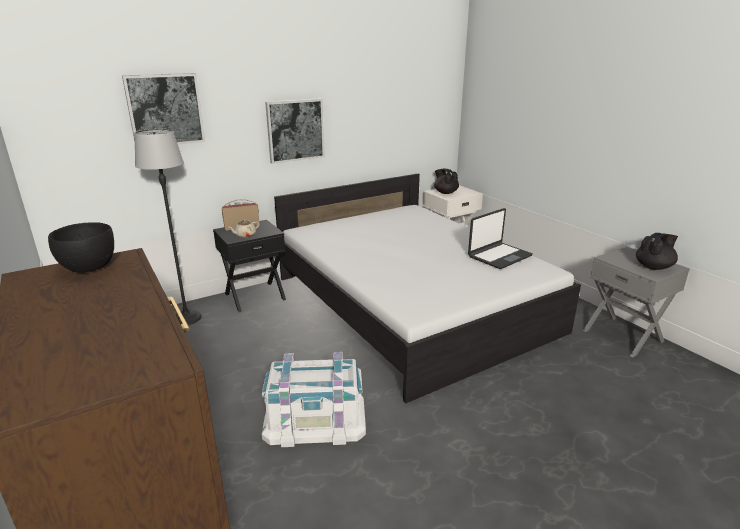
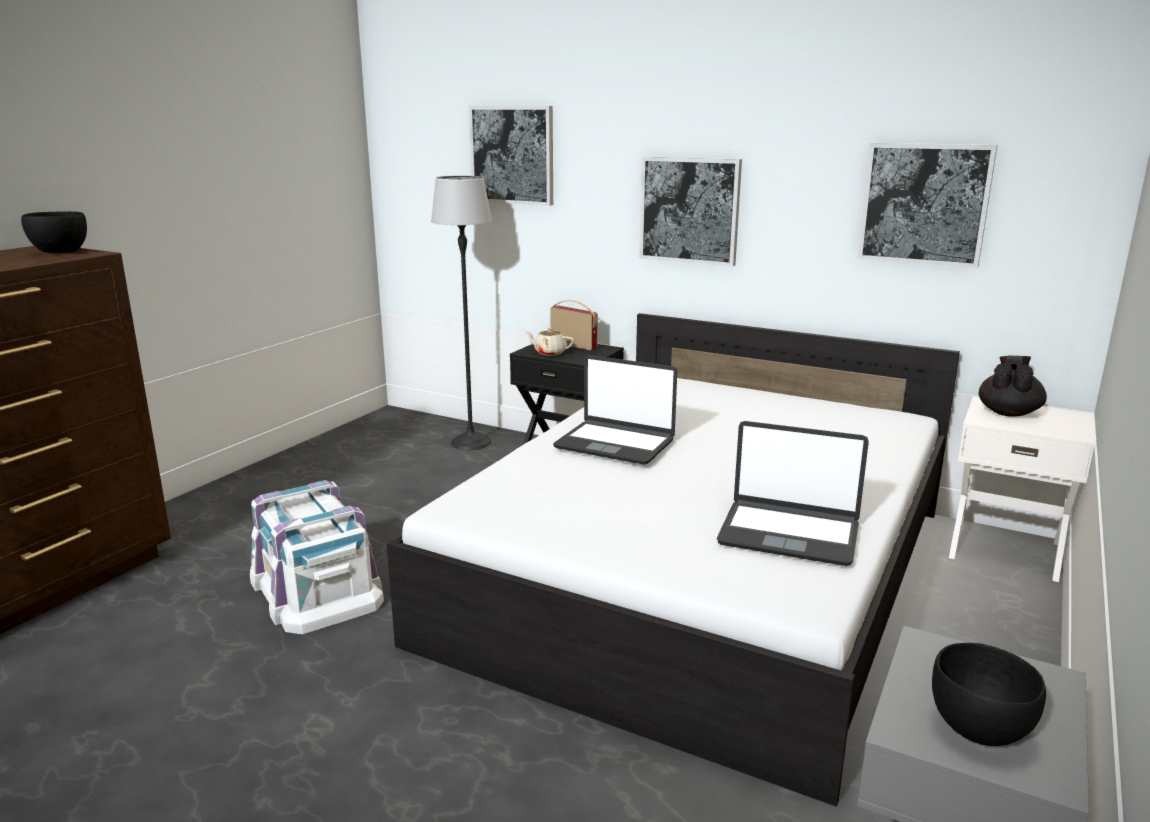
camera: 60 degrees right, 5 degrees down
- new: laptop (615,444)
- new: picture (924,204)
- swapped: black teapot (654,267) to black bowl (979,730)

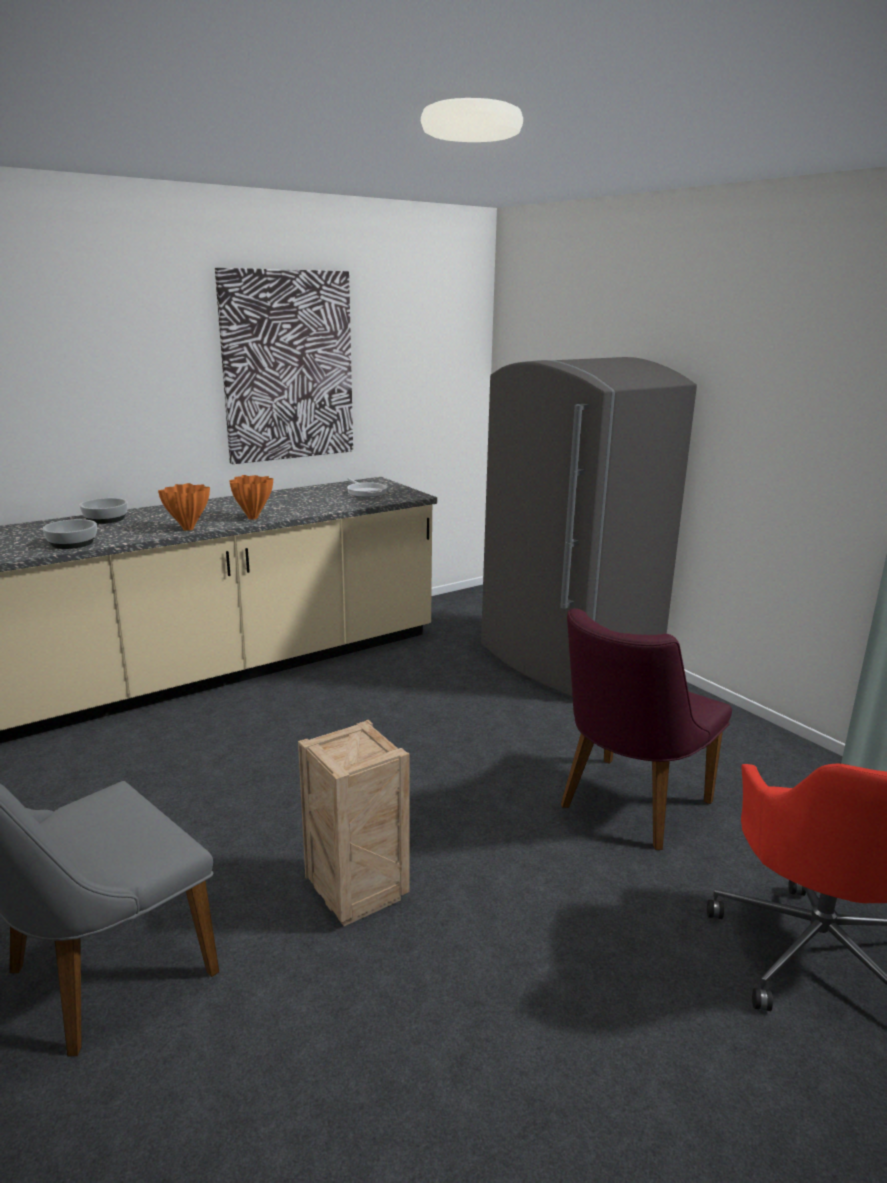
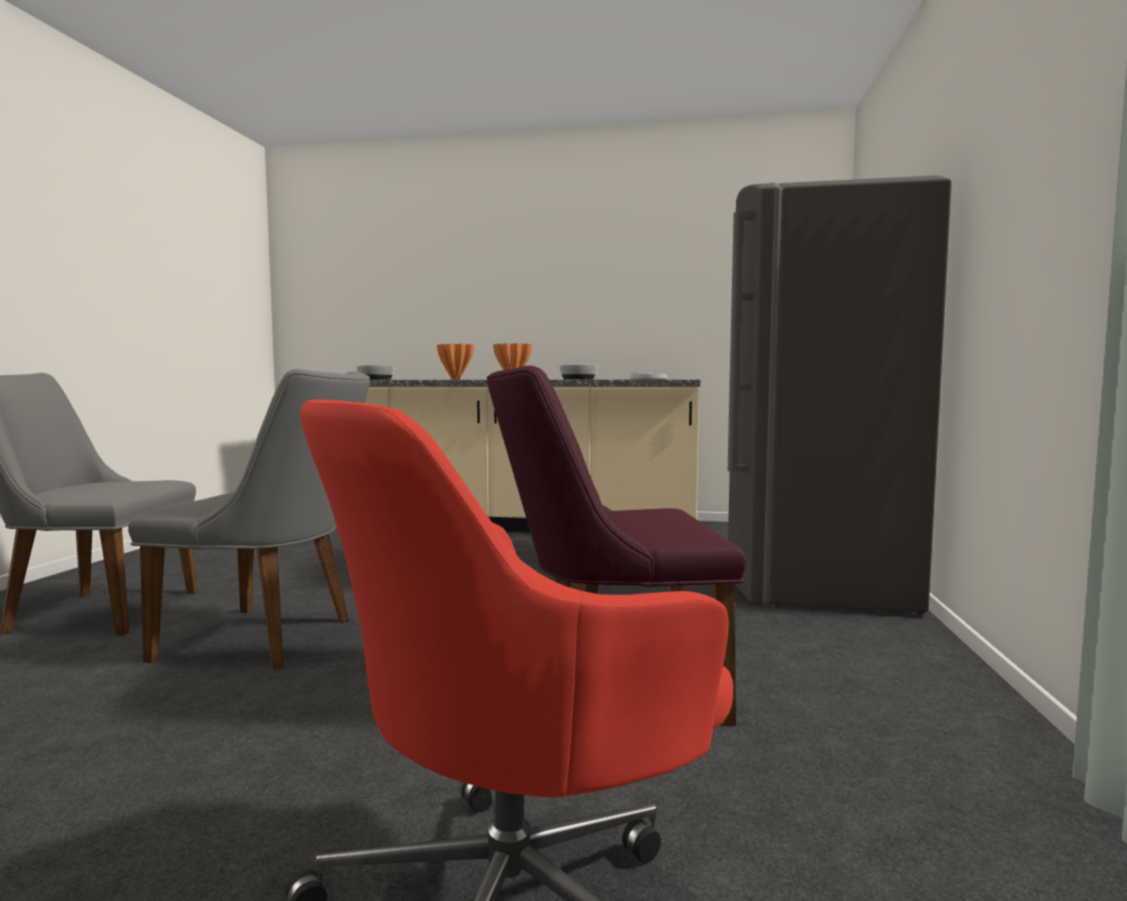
camera: 45 degrees right, 15 degrees down
- swapped: crate (359,895) to grey chair (273,639)
- shifted: bowl (105,519) to (577,379)
- gone: picture (288,366)

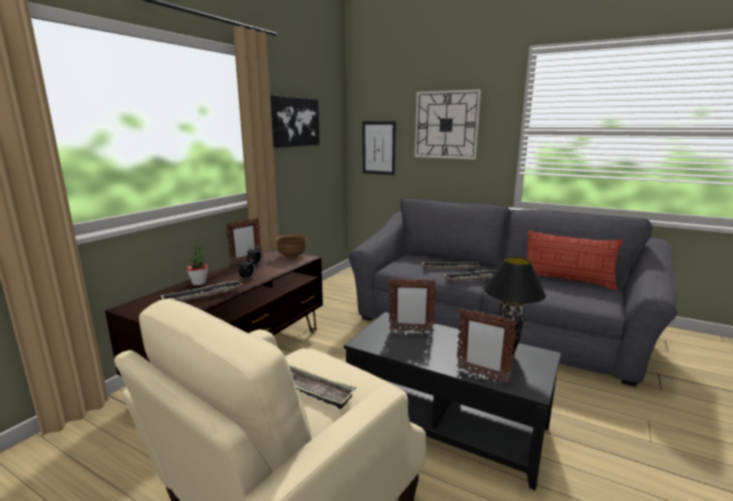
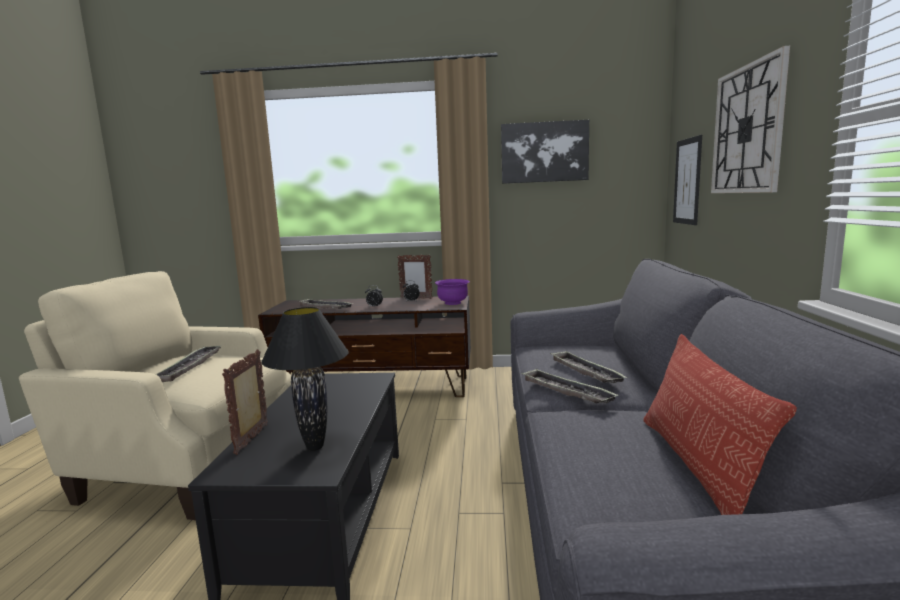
camera: 65 degrees right, 5 degrees down
- repainted: brown bowl (292,256) to purple bowl (452,303)
- gone: potted plant (199,283)
- gone: picture frame (410,331)

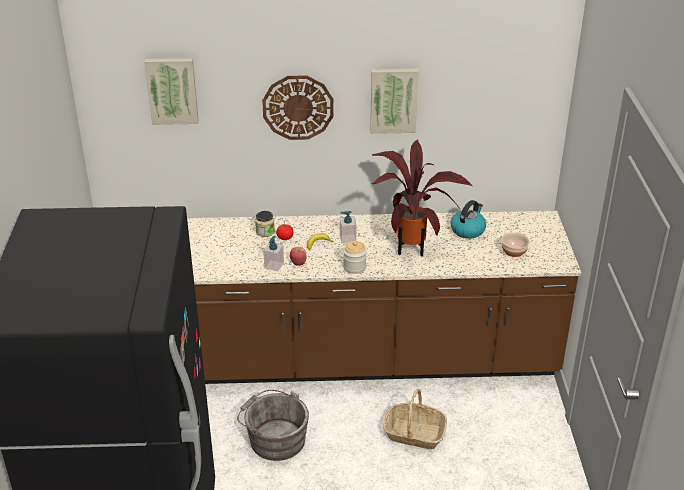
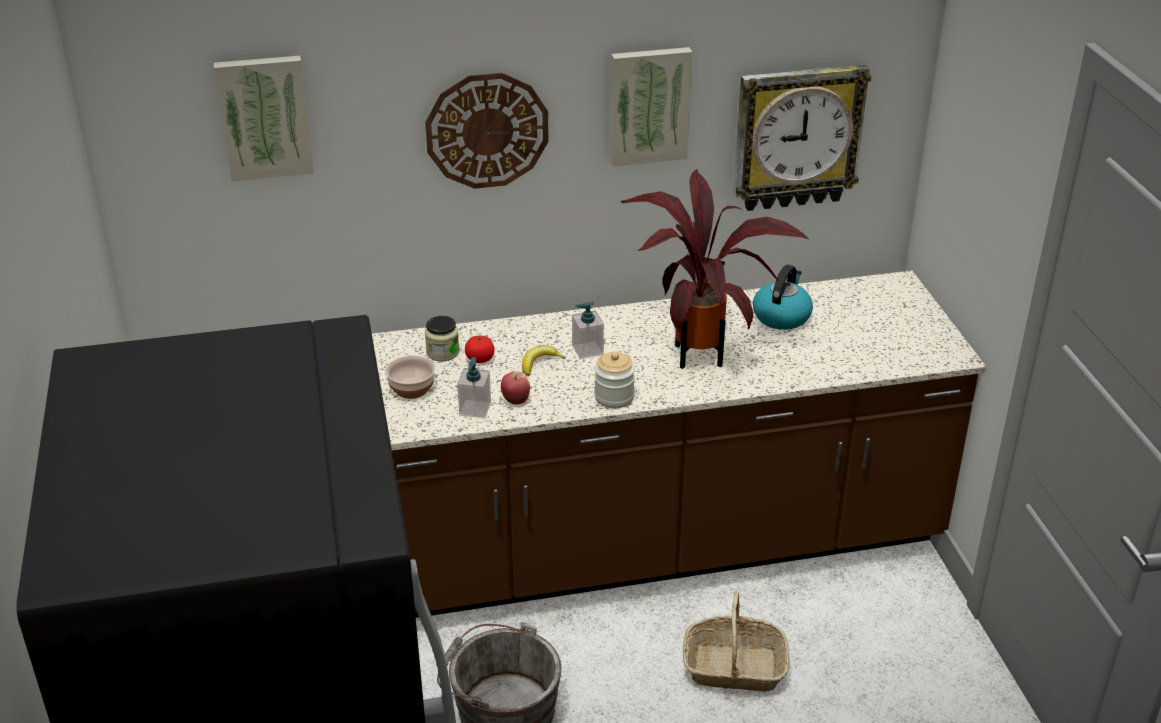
camera: 10 degrees left, 0 degrees up
- shifted: bowl (514,251) to (412,389)
- new: wall clock (797,137)

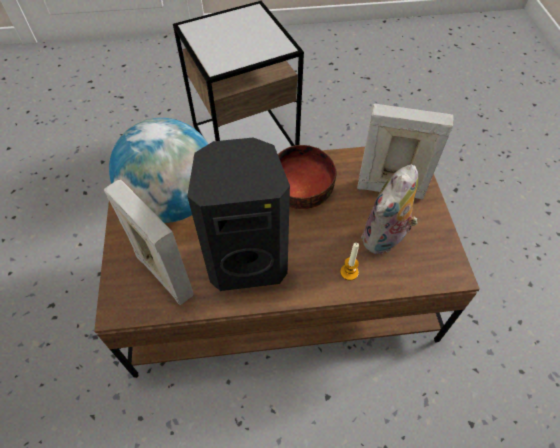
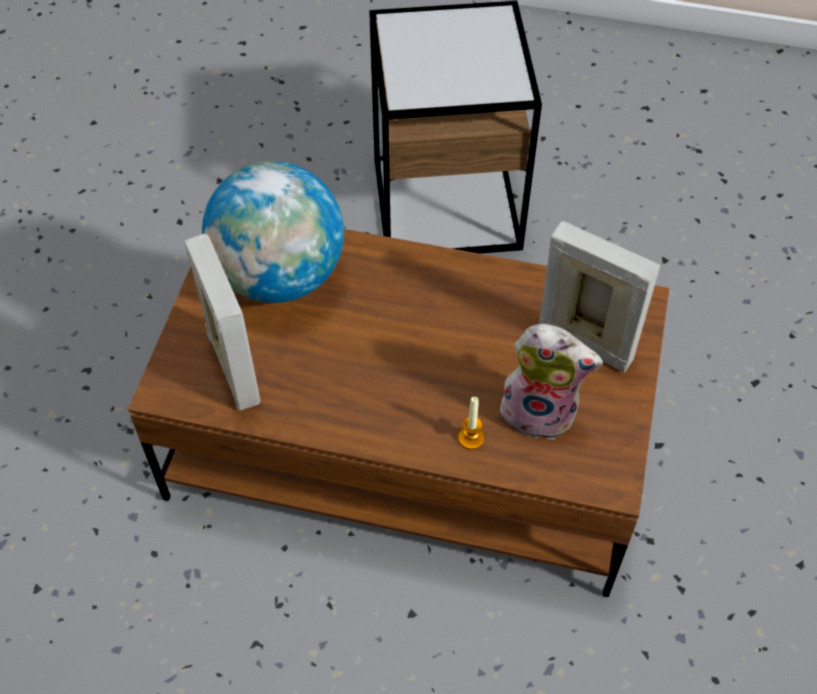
camera: 20 degrees right, 0 degrees up
- rotated: plush toy (384,239) = (541,411) 135 degrees counterclockwise
- gone: black speaker (247,260)
- gone: bowl (300,187)

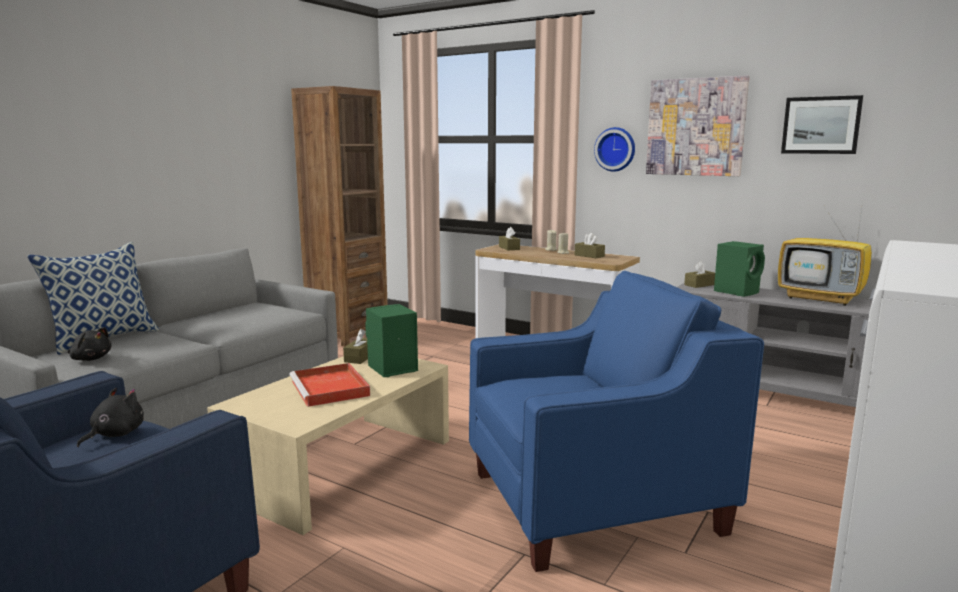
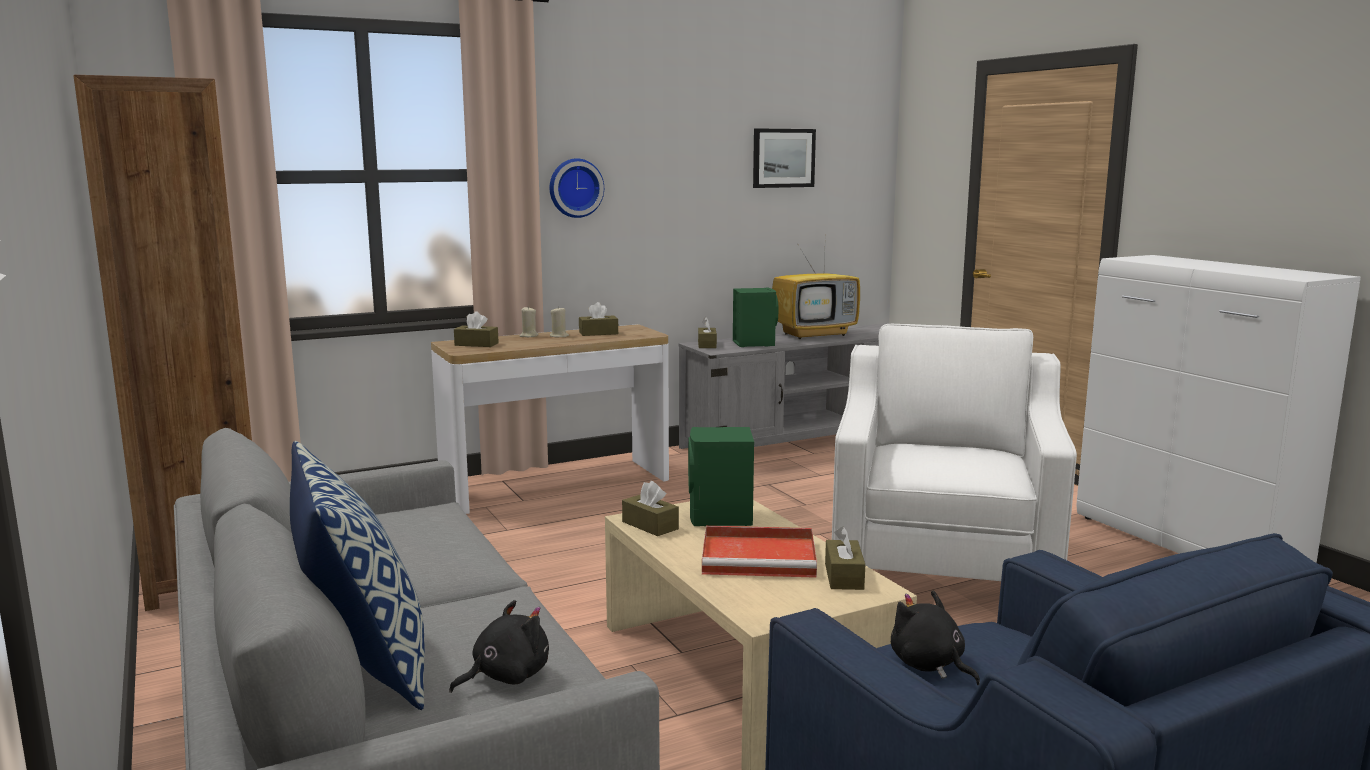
camera: 60 degrees left, 0 degrees up
- new: brown tissue box (844,576)
- repainted: blue armchair (594,502) to white armchair (942,567)
- gone: picture (695,127)

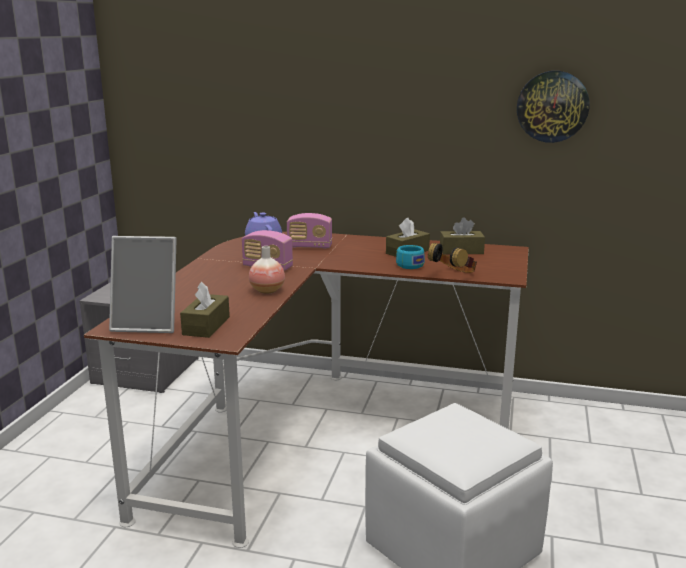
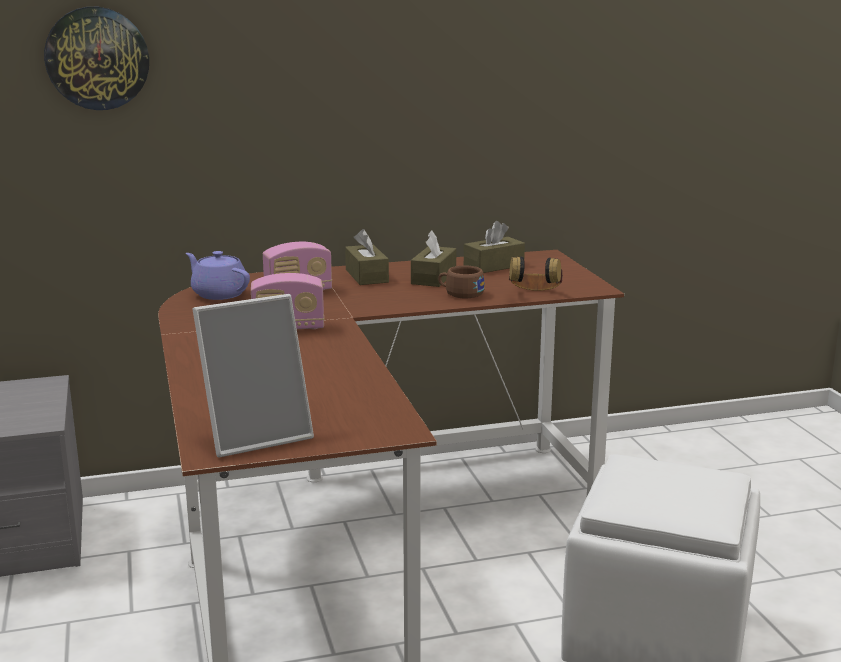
camera: 30 degrees left, 0 degrees up
- shifted: wall clock (552,106) to (97,58)
- shifted: brown tissue box (206,326) to (366,276)
- repainted: turquoise cup (407,265) to brown cup (460,293)
- gone: vase (267,291)

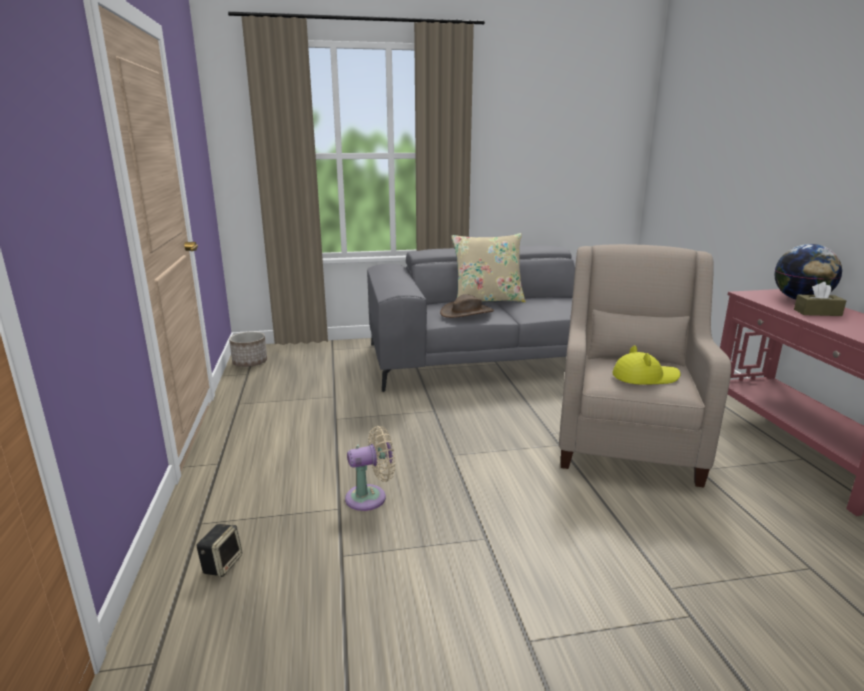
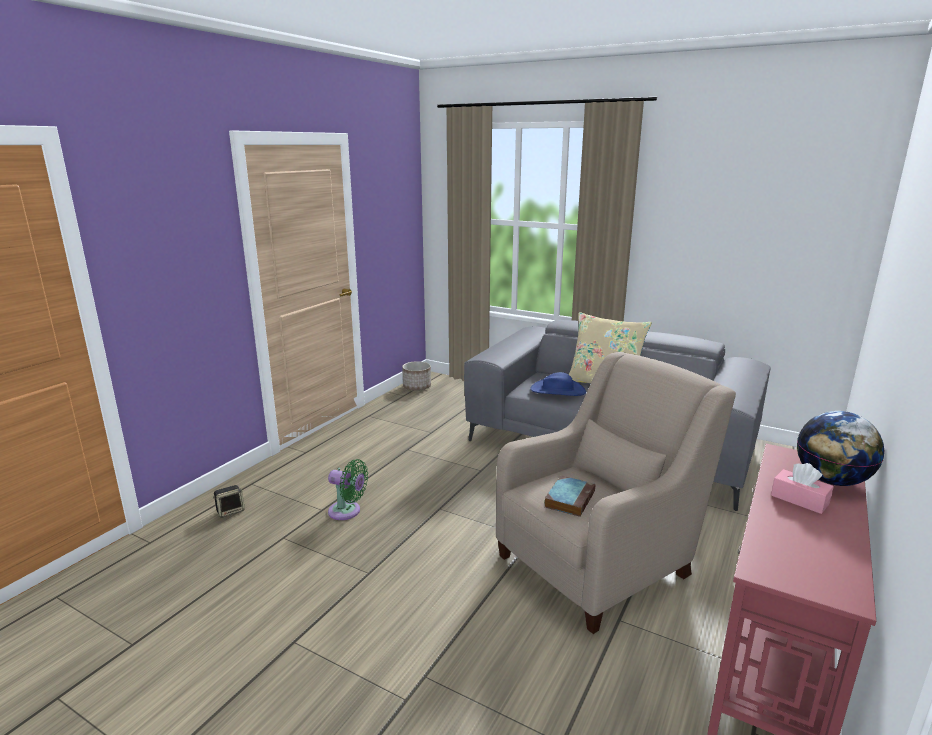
camera: 40 degrees right, 0 degrees up
- repainted: beige fan (370,497) to green fan (347,512)
- repainted: brown hat (466,312) to blue hat (558,390)
- swapped: yellow hat (645,377) to book (569,499)
- repainted: brown tissue box (817,312) to pink tissue box (799,499)

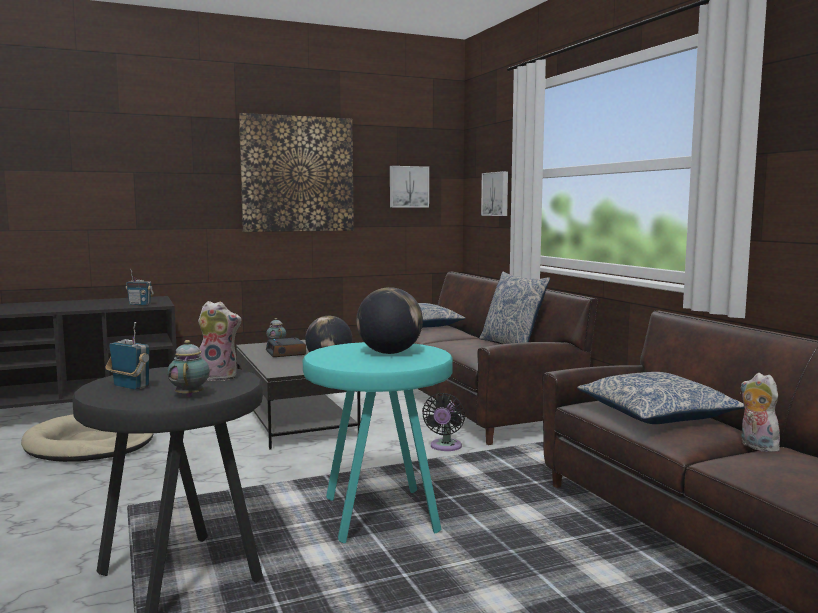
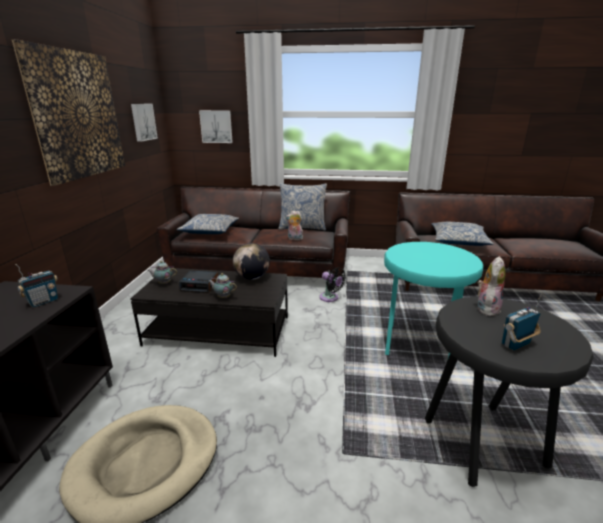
camera: 60 degrees left, 15 degrees up
- shifted: teapot (190,395) to (223,297)
- shifted: plush toy (756,446) to (294,239)
- gone: globe (389,353)

